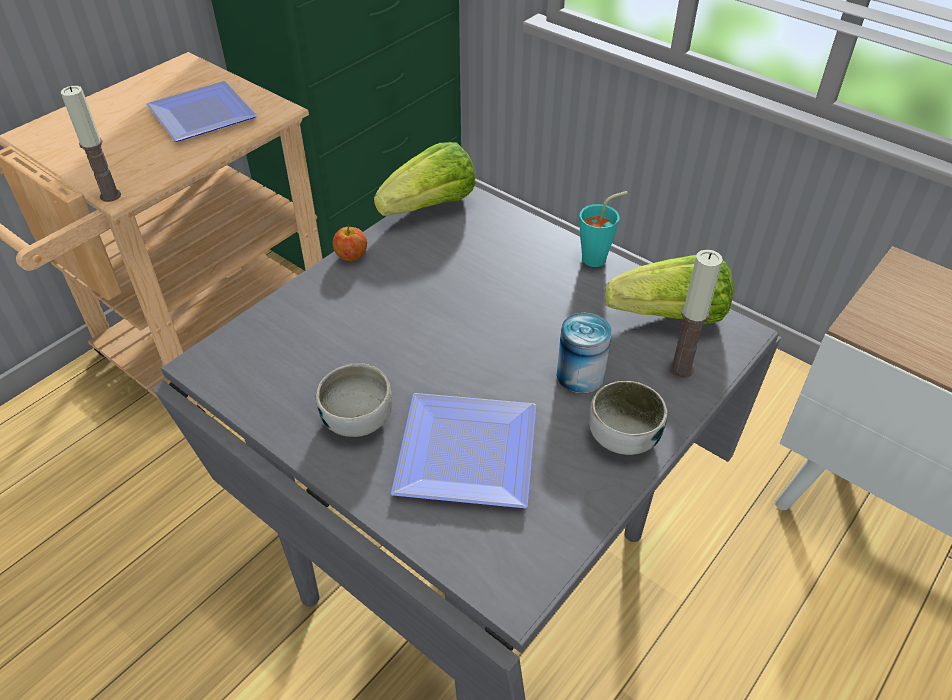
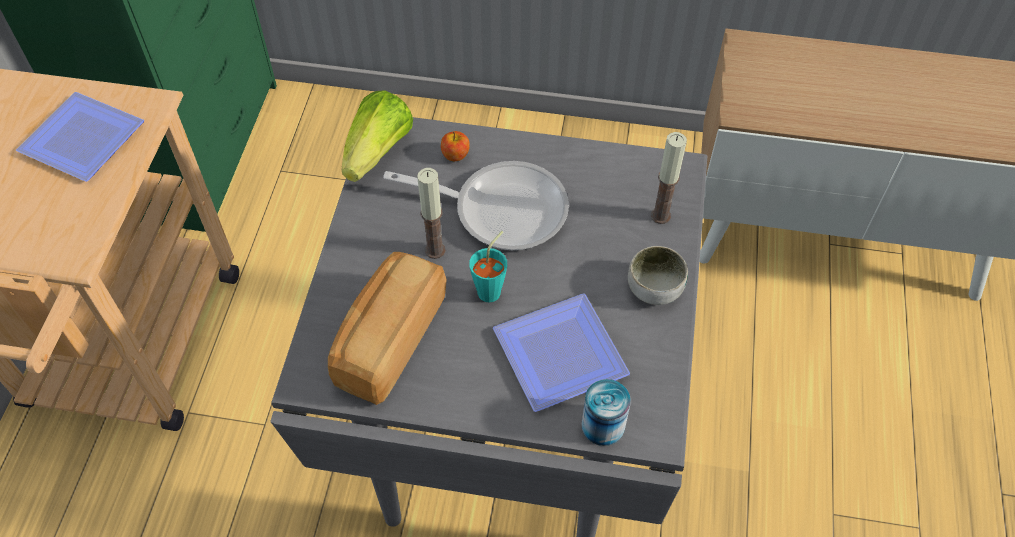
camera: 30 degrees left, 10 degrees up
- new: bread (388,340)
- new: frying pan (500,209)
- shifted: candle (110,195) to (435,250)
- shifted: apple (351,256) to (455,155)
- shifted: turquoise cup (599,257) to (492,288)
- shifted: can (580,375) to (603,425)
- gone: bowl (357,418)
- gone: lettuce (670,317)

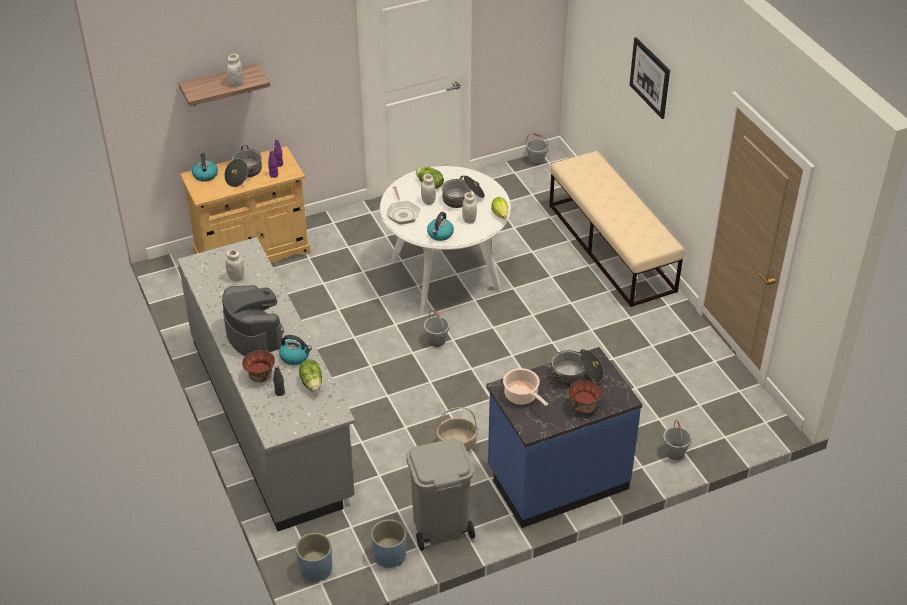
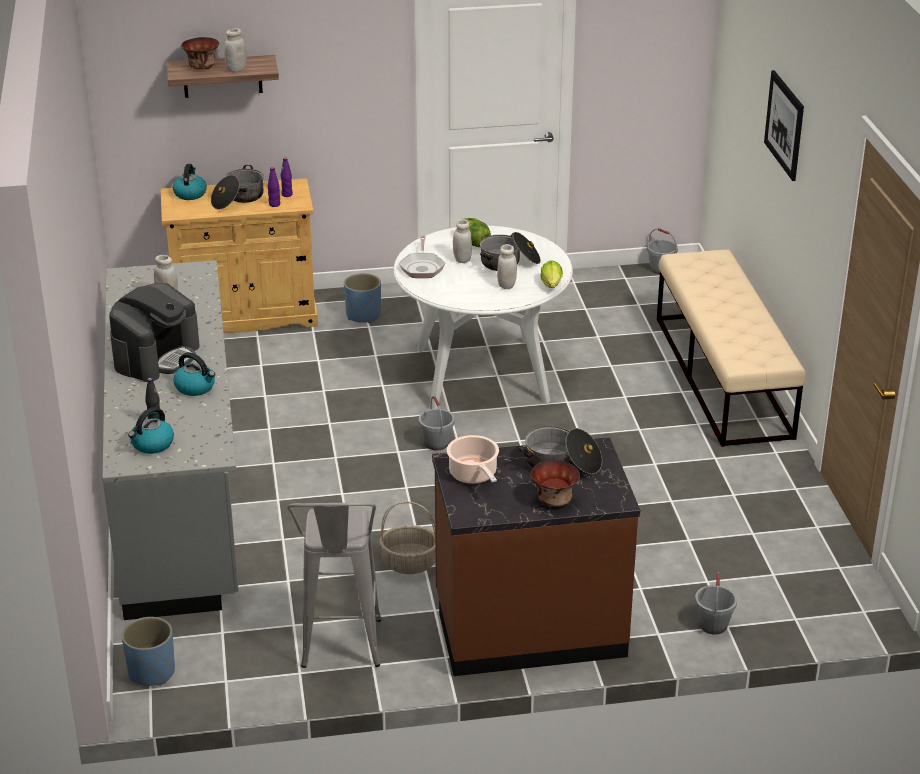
camera: 15 degrees right, 10 degrees down
- rotated: coffee machine (254,334) = (157,356) 45 degrees clockwise
- shifted: kettle (440,234) to (152,444)
- shifted: bowl (261,377) to (202,67)
- swapped: grey trash can (440,526) to grey stool (341,654)
- shifted: blue planter (389,555) to (363,315)
- repainted: blue counter (557,479) to brown counter (529,627)
- gone: lettuce (312,383)

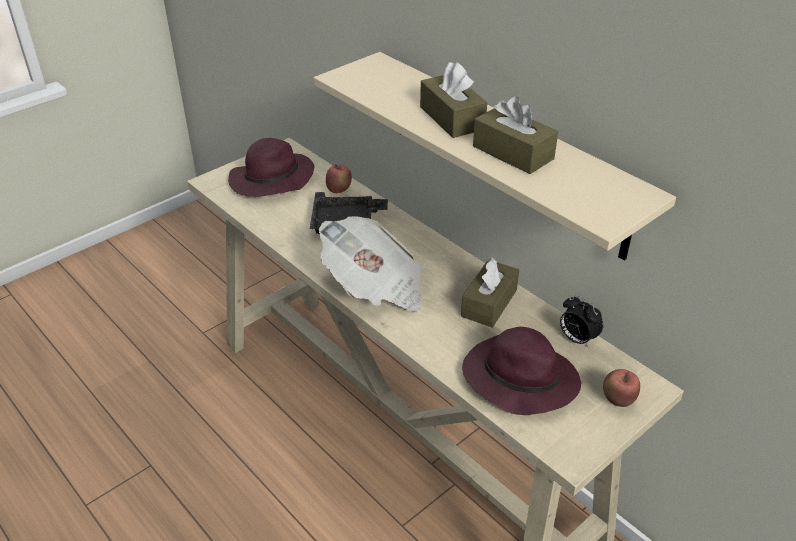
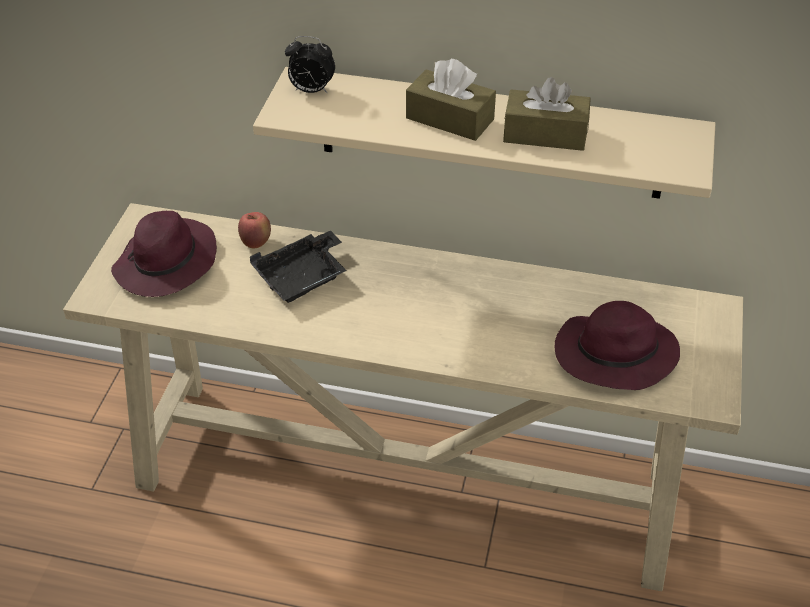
camera: 35 degrees left, 5 degrees up
- shifted: alarm clock (576,339) to (311,90)
- gone: newspaper (375,287)
- gone: brown tissue box (489,303)
- gone: apple (617,400)

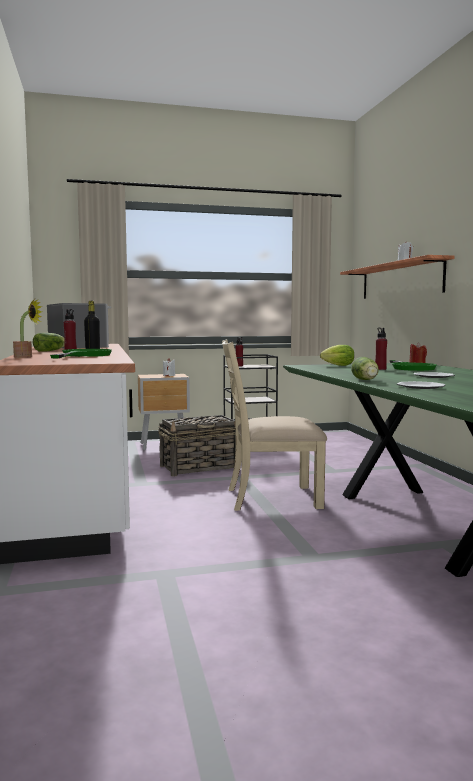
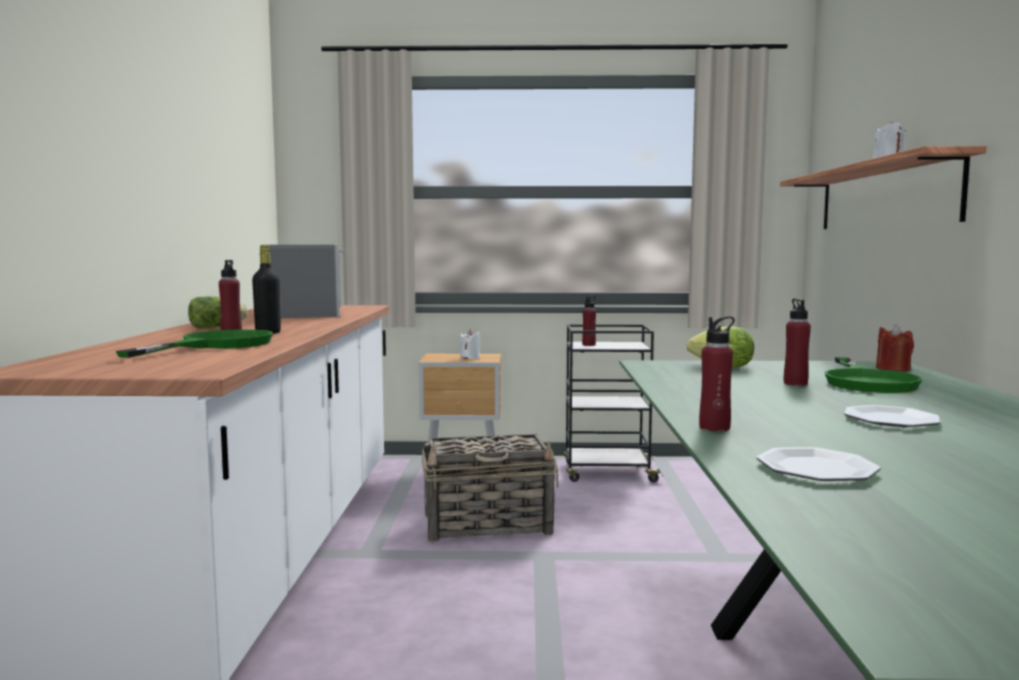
camera: 15 degrees right, 0 degrees up
- swapped: lettuce (365,380) to red bottle (714,427)
- gone: potted plant (26,357)
- gone: beige chair (272,498)

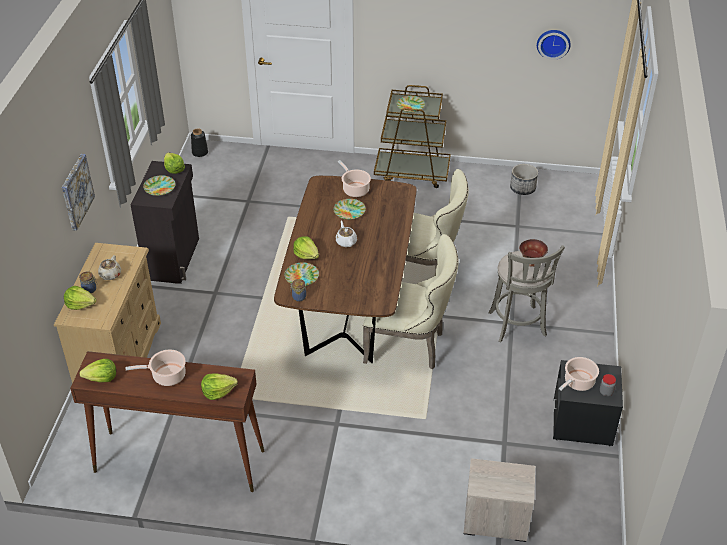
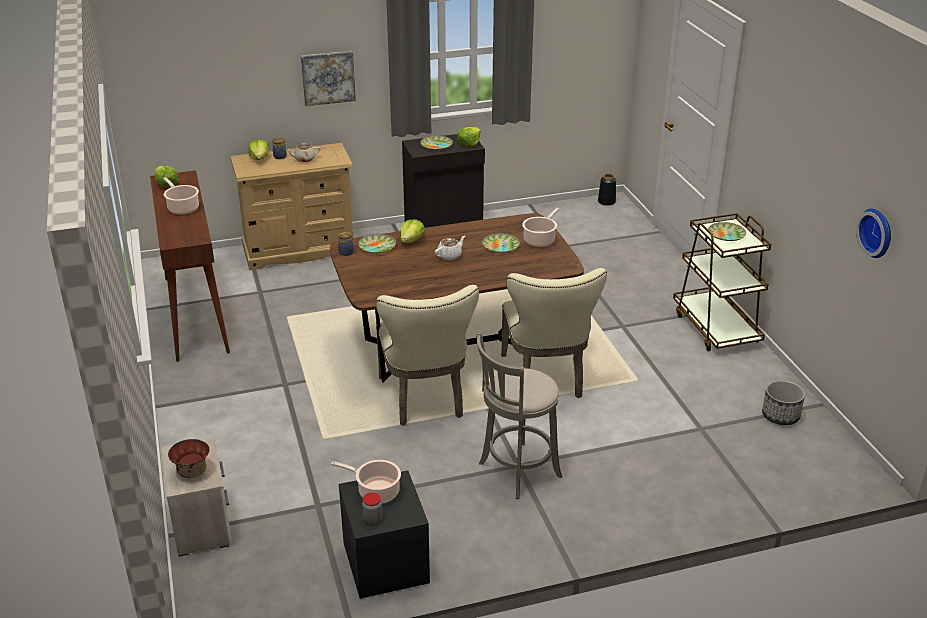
camera: 65 degrees right, 10 degrees down
- shifted: bowl (531,262) to (191,472)
- gone: lettuce (218,391)

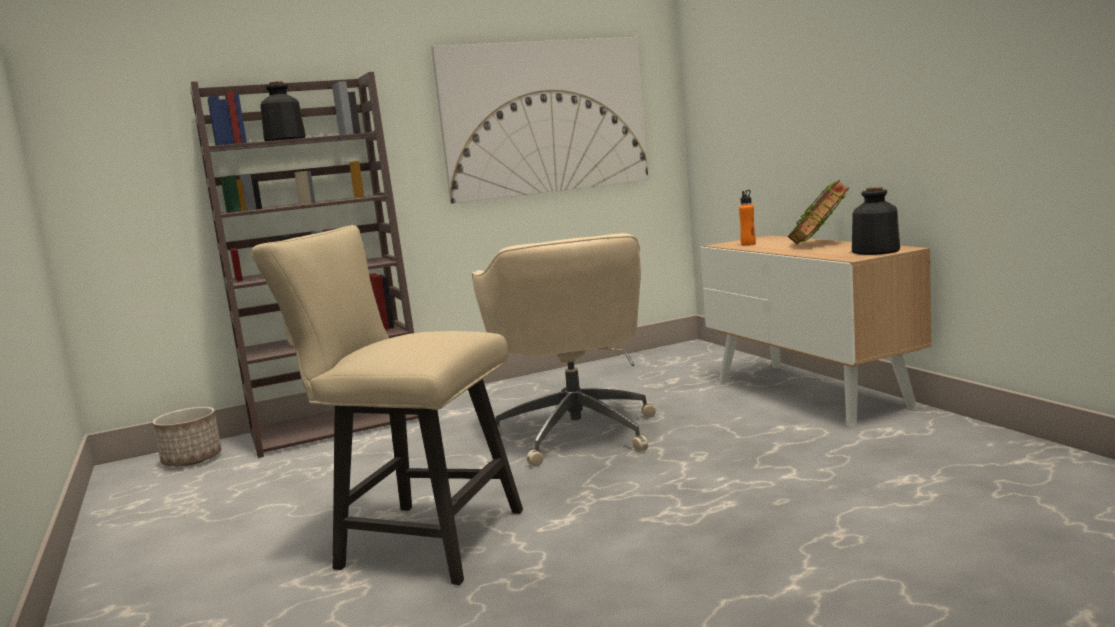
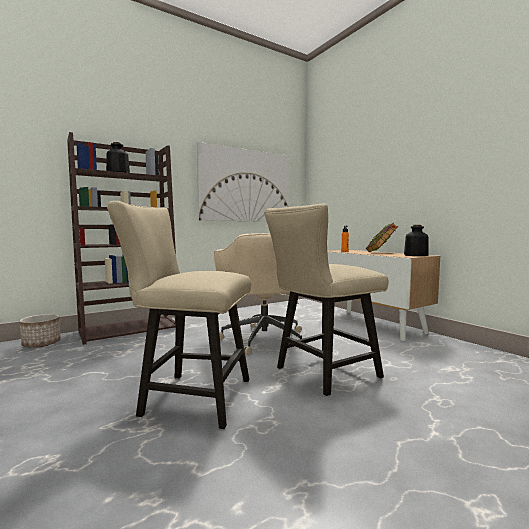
camera: 10 degrees left, 5 degrees down
- new: beige chair (321,373)

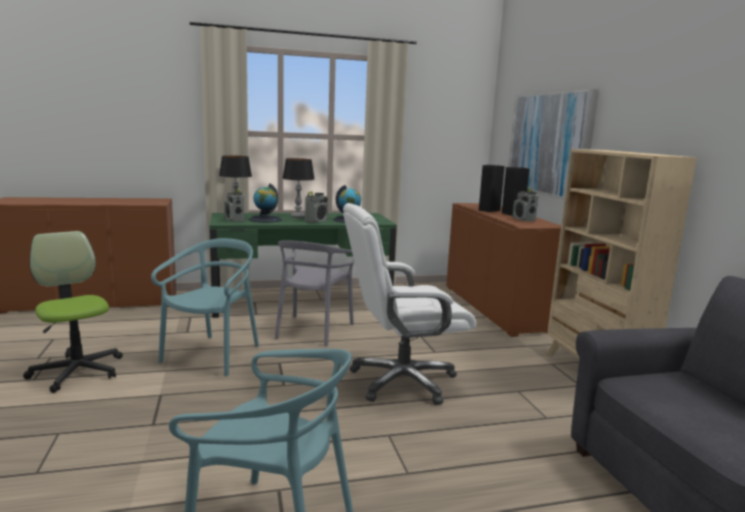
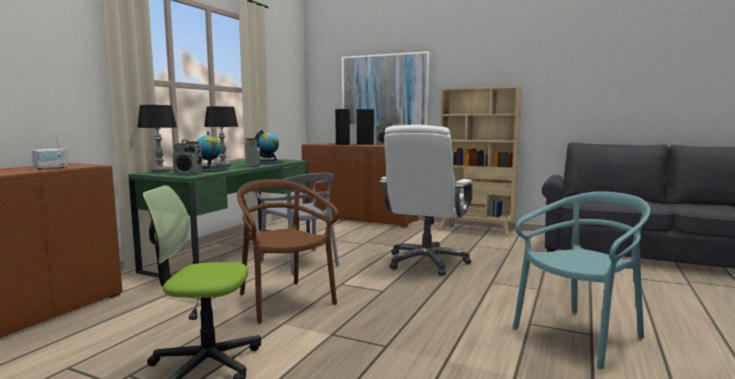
camera: 50 degrees left, 5 degrees down
- new: radio (51,168)
- repainted: turquoise chair (213,355) to brown chair (284,301)

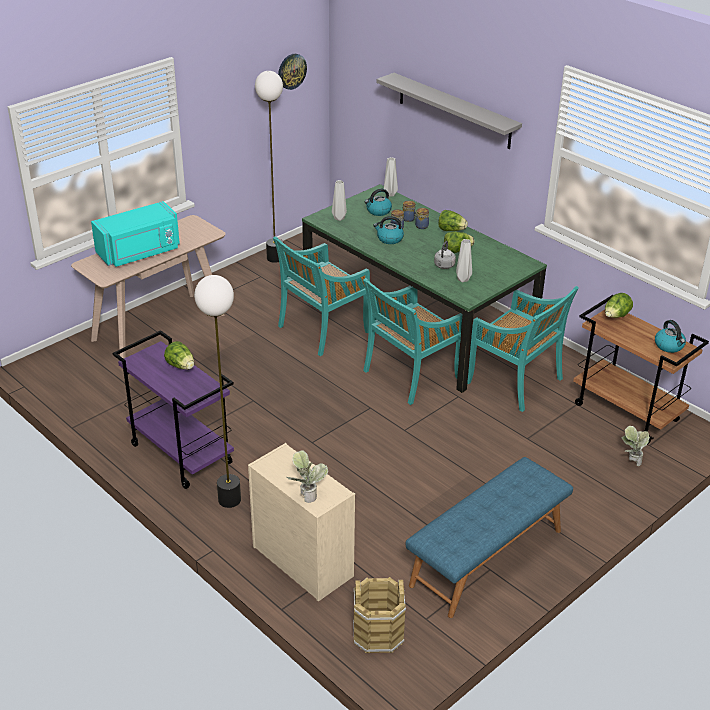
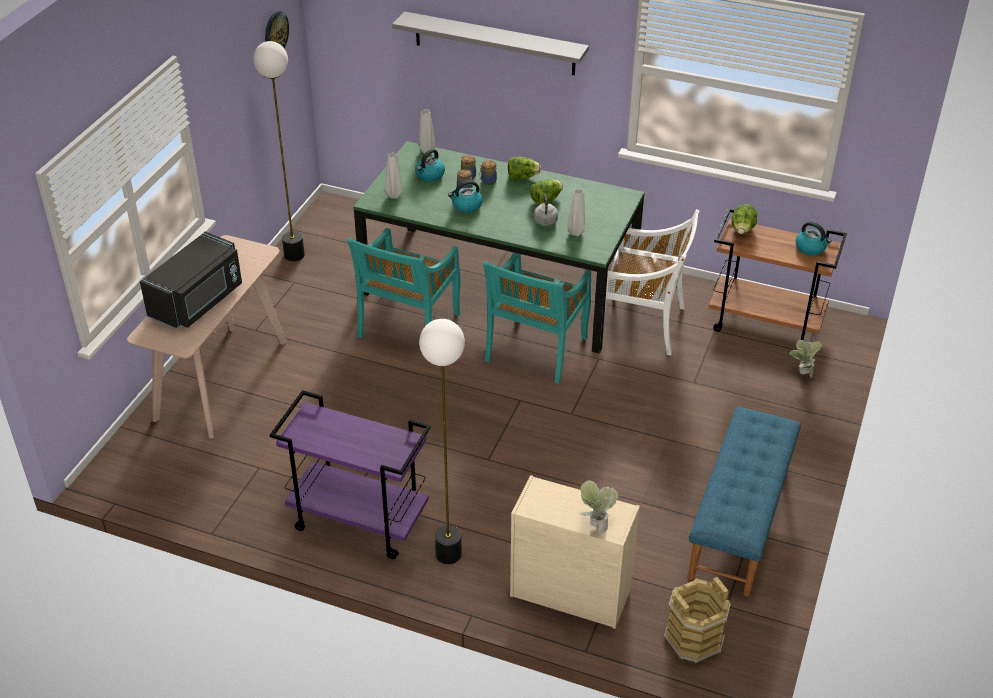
camera: 25 degrees left, 5 degrees up
- repainted: turquoise microwave (140,253) to black microwave (198,301)
- repainted: turquoise chair (515,382) to white chair (643,325)
- gone: lettuce (181,366)

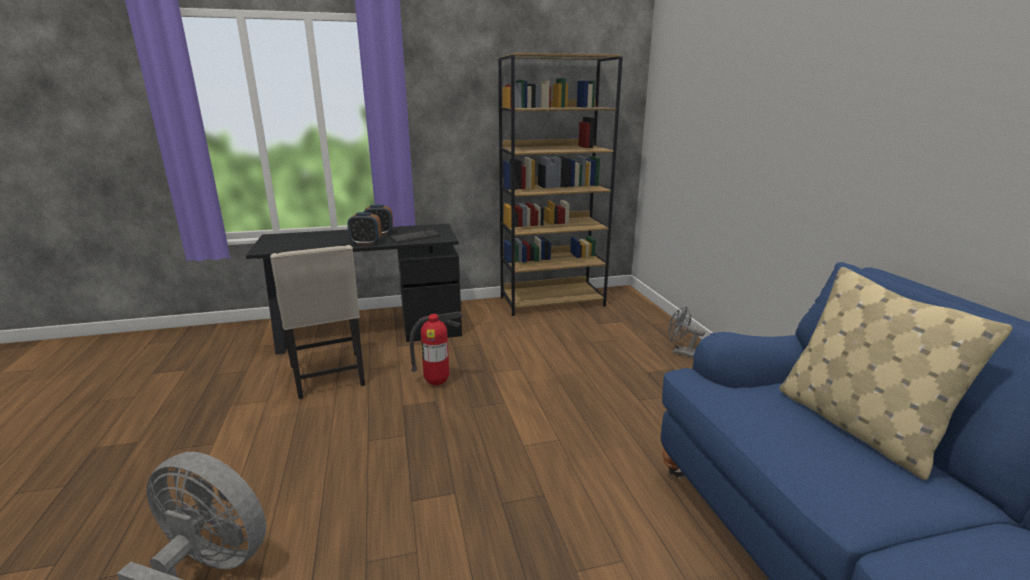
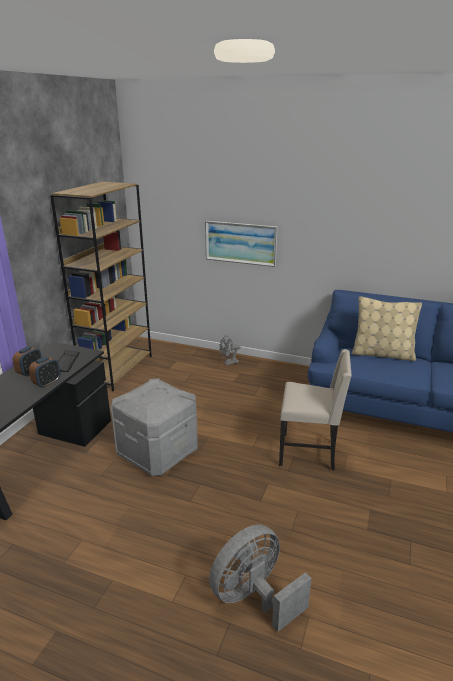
camera: 55 degrees left, 5 degrees up
- swapped: fire extinguisher (437,383) to grey storage box (157,452)
- new: picture (240,243)
- shifted: beige chair (329,376) to (309,452)

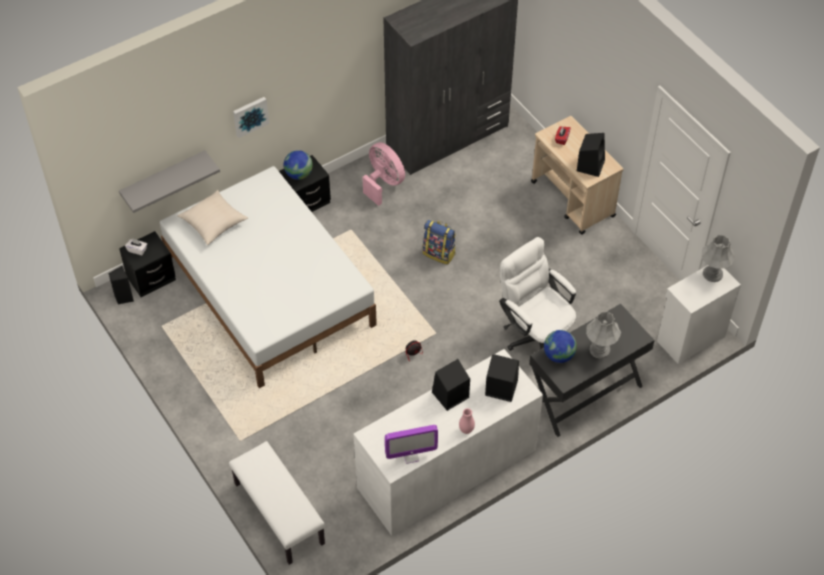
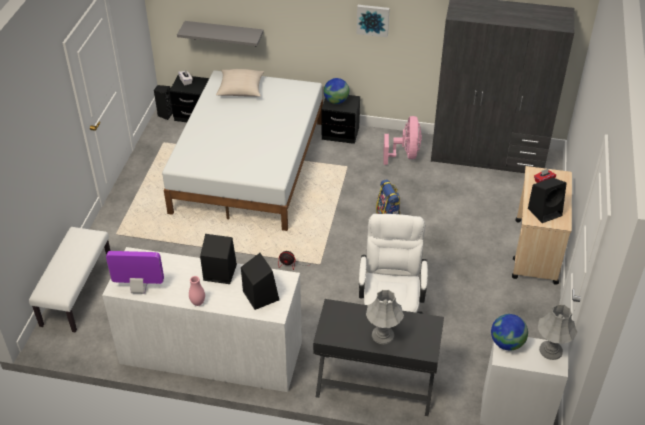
camera: 45 degrees right, 10 degrees down
- rotated: monitor (411,456) = (139,289) 150 degrees clockwise
- shifted: picture (250,116) to (373,20)
- shifted: globe (558,355) to (507,343)

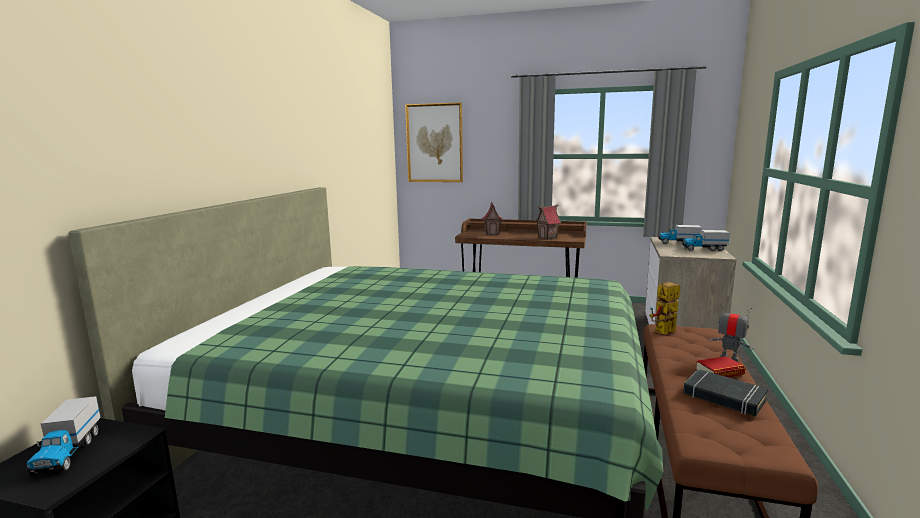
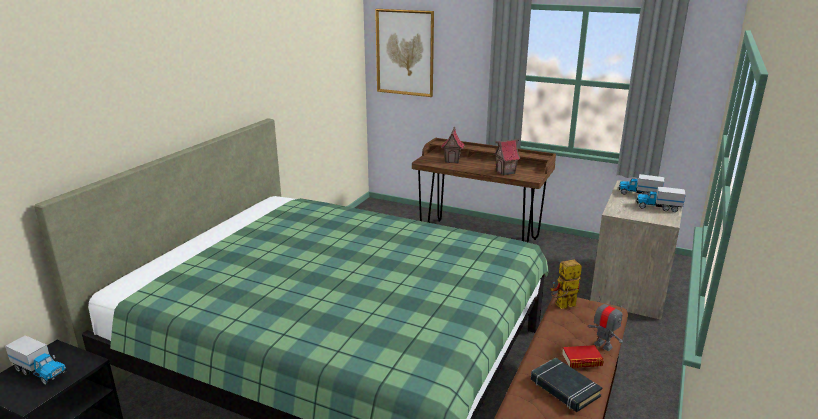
camera: 10 degrees right, 10 degrees up
- rotated: toy truck (68,453) = (40,372) 60 degrees counterclockwise

